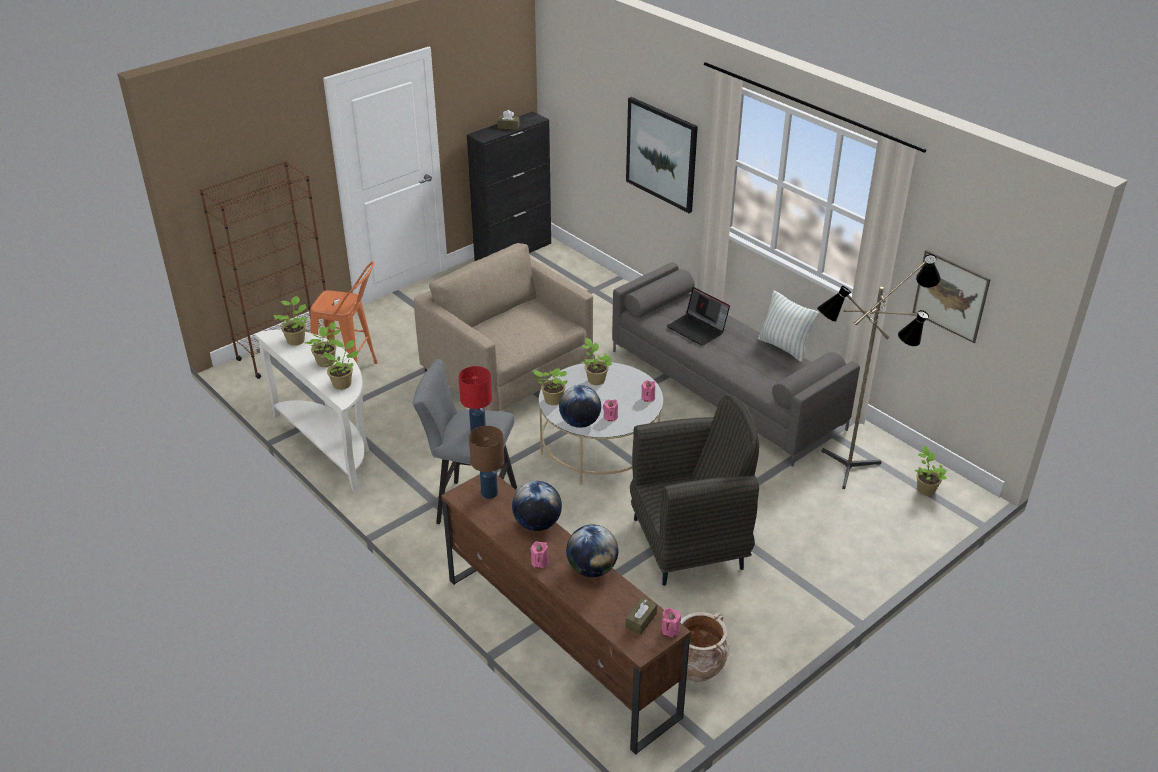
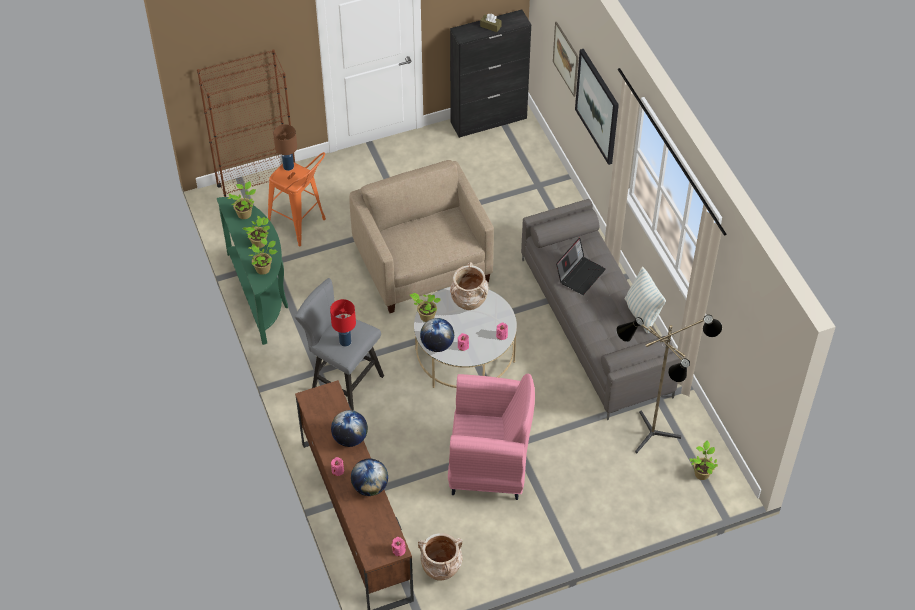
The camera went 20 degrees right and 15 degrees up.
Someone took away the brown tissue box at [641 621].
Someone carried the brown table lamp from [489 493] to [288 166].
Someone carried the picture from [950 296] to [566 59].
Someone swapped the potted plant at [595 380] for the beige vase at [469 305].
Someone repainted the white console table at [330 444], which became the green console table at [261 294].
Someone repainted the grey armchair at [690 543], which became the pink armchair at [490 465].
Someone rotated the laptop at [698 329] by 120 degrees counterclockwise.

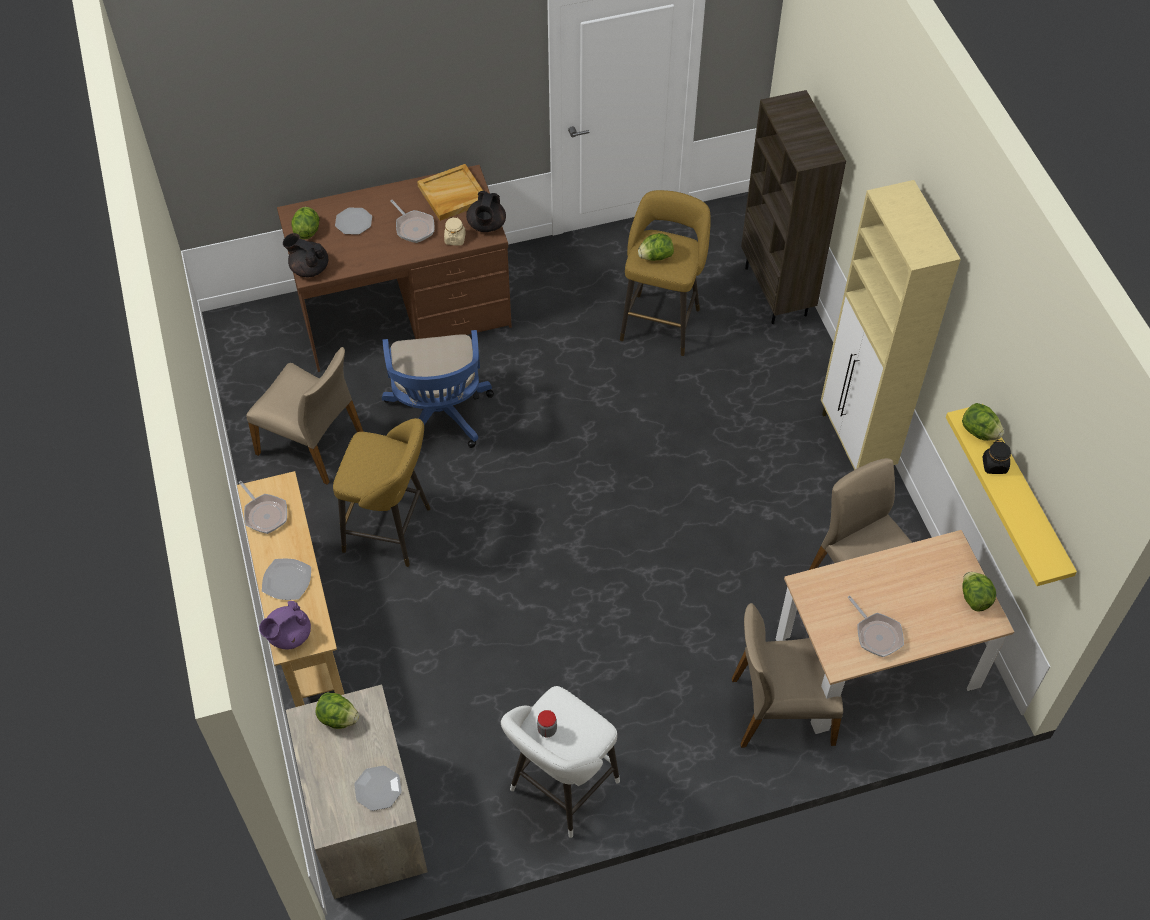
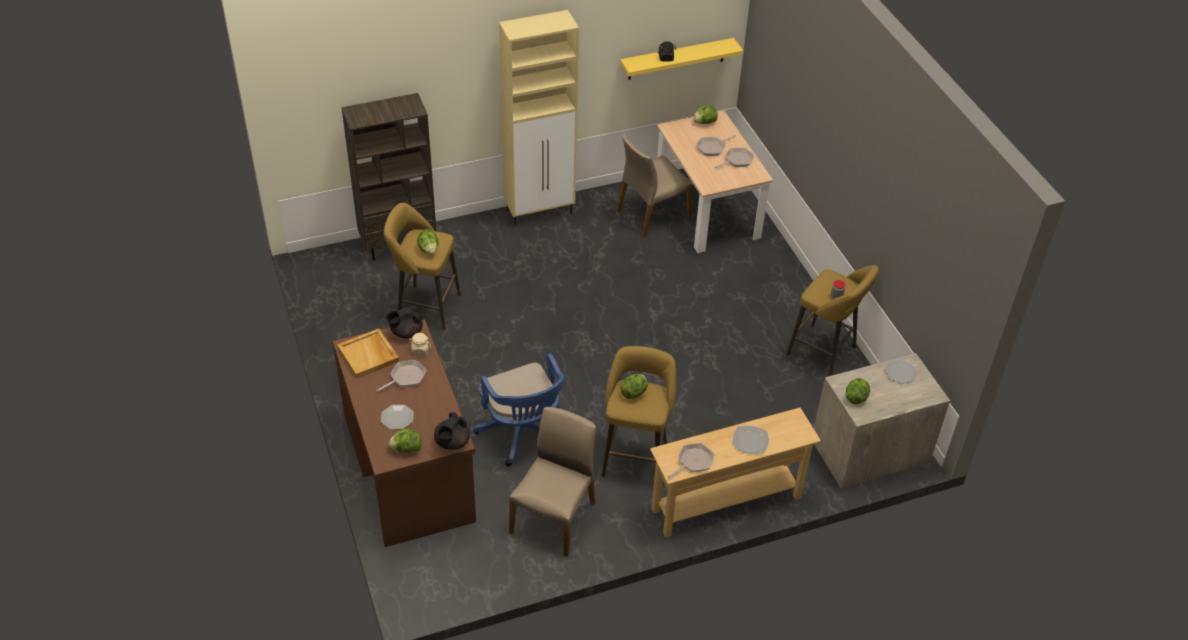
The camera went 95 degrees left and 10 degrees down.
Someone took away the purple teapot at [288 635].
Someone took away the beige chair at [781 709].
Someone put down the frying pan at [712 148].
Someone carried the lettuce from [979 432] to [634 393].
Someone repainted the white stool at [560 790], which became the yellow stool at [825 353].
Someone rotated the blue office chair at [439 417] by 75 degrees clockwise.
Someone rotated the black teapot at [486 225] by 150 degrees clockwise.

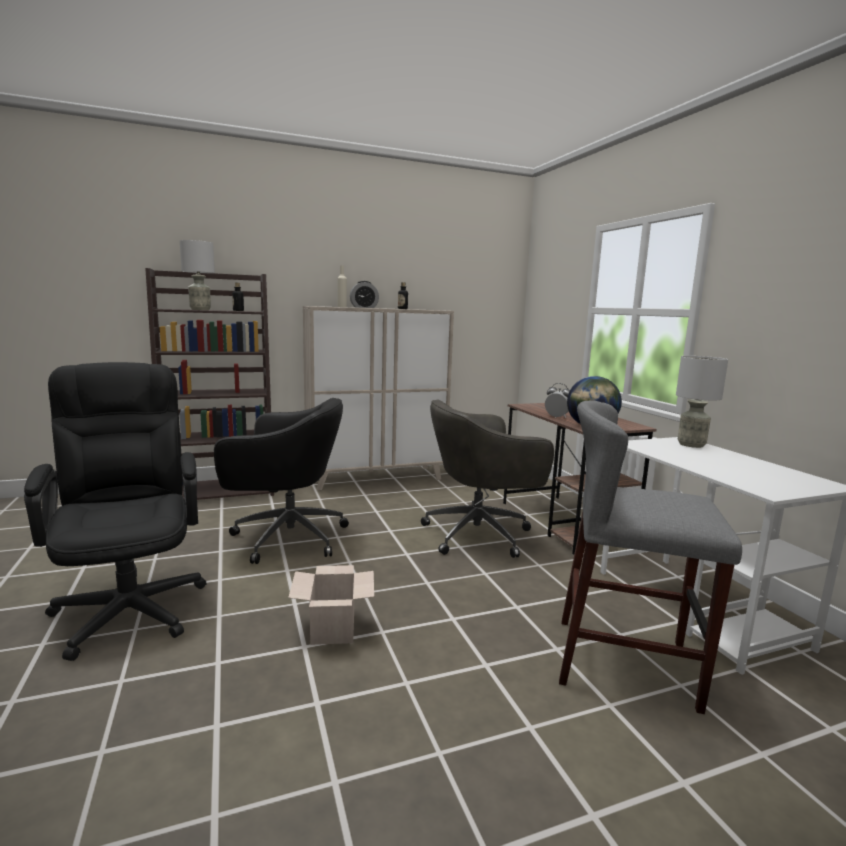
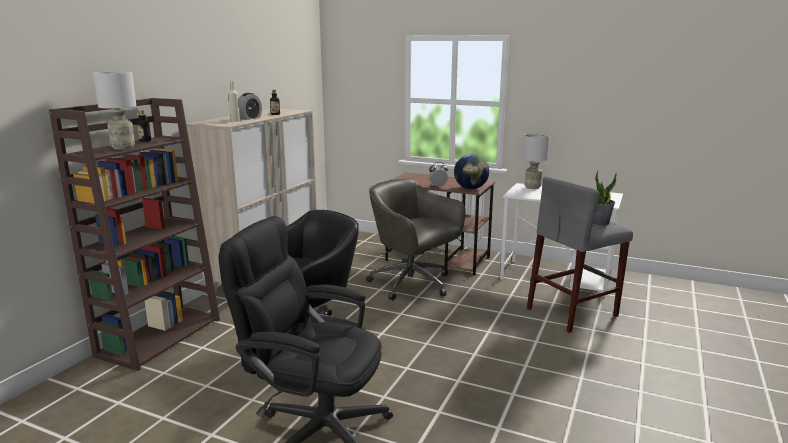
The camera went 45 degrees left and 5 degrees up.
Someone took away the cardboard box at [334 629].
Someone put down the potted plant at [599 222].
Someone rotated the grey office chair at [480 534] by 105 degrees clockwise.

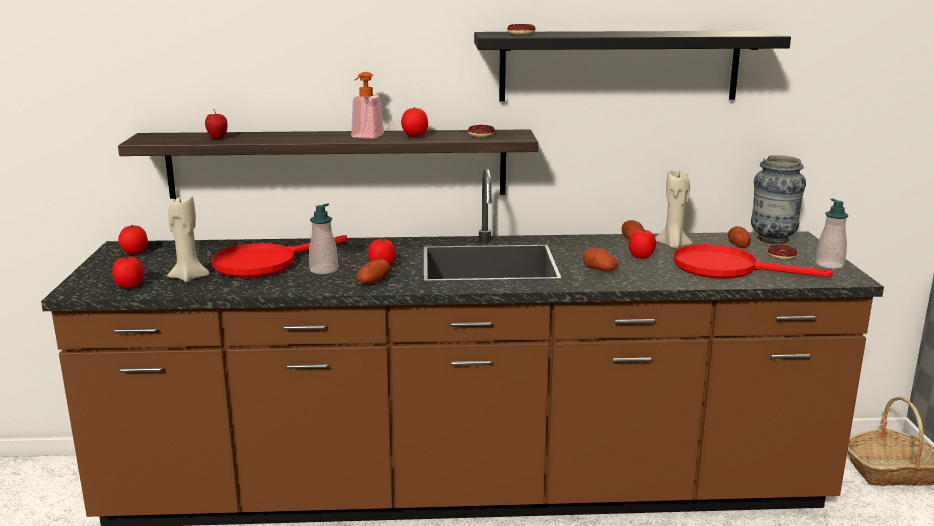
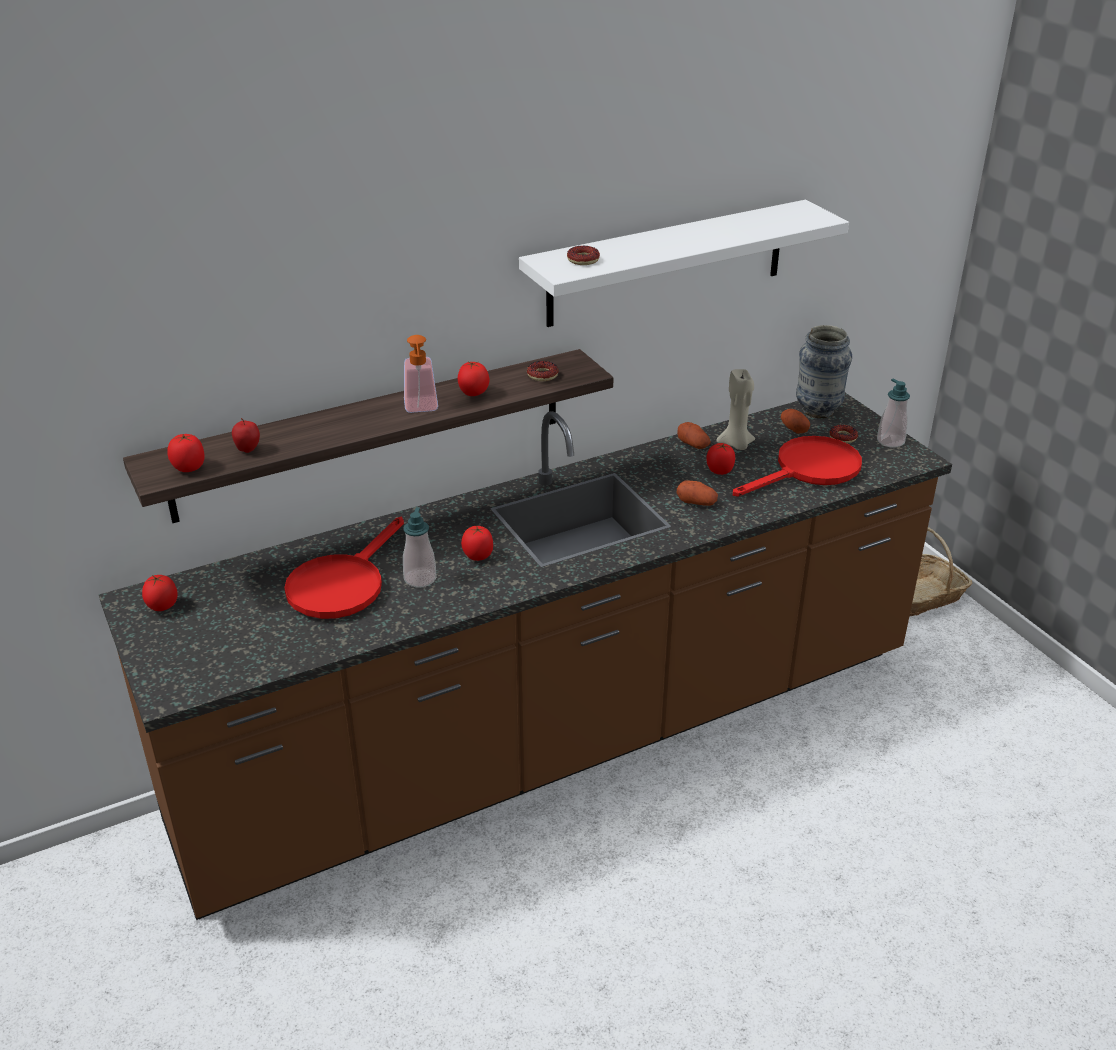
The camera went 25 degrees left and 15 degrees up.
Someone took away the beige candle at [189 277].
Someone took away the potato at [373 281].
Someone carried the tomato from [130 286] to [189 468].
Someone repainted the black shelf at [619 66], which became the white shelf at [667 263].
Someone rotated the red frying pan at [727 268] by 150 degrees clockwise.

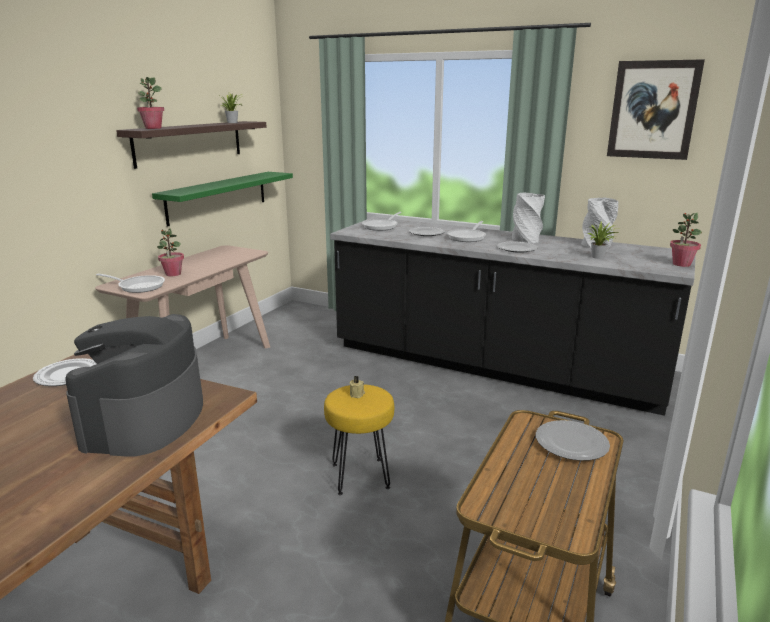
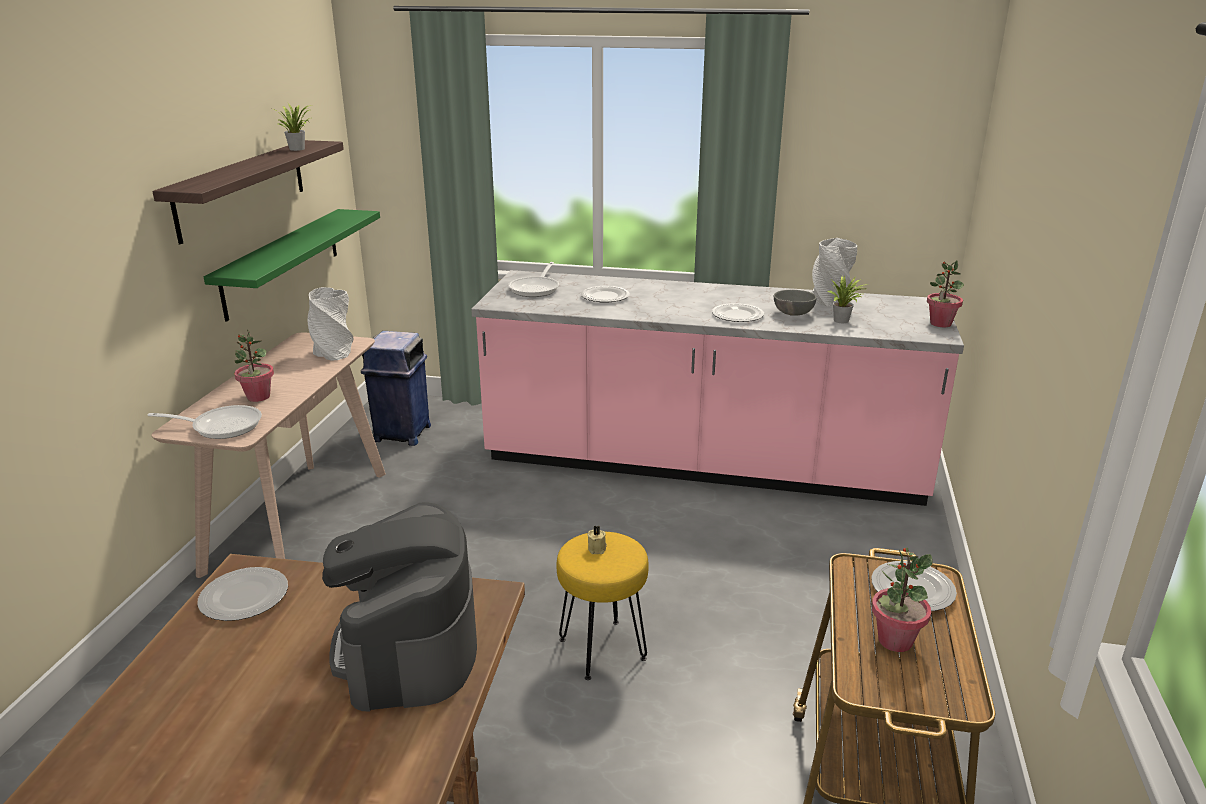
The camera went 15 degrees left and 5 degrees up.
Someone took away the frying pan at [468 237].
Someone took away the picture at [653 110].
Someone put down the blue trash can at [402 434].
Someone put down the grey bowl at [792 314].
Someone carried the potted plant from [153 128] to [894 640].
Someone carried the grey vase from [525 239] to [333 352].
Someone repainted the black counter at [493 366], which became the pink counter at [703 463].

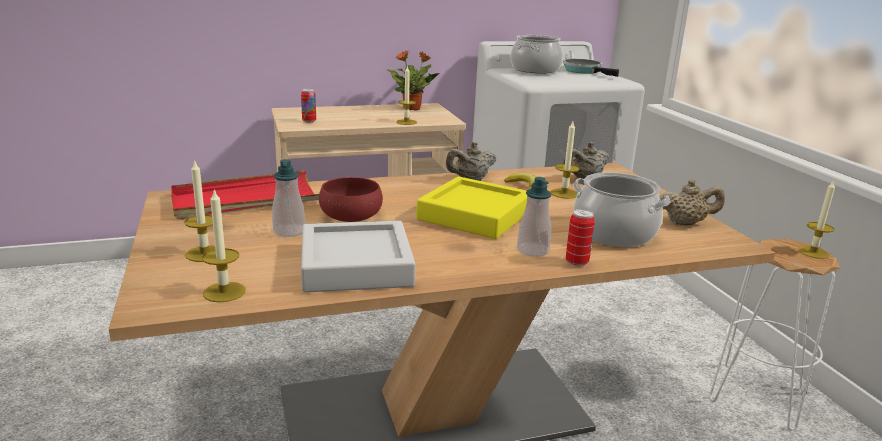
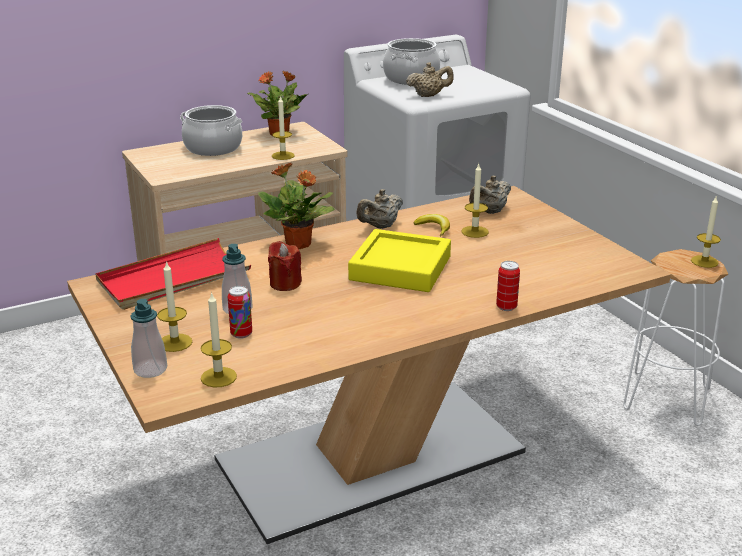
The camera went 10 degrees left and 5 degrees up.
Someone took away the grey tray at [356 265].
Someone took away the frying pan at [584 71].
Someone put down the potted plant at [299 245].
Someone carried the can from [309 121] to [241 334].
Someone carried the soap dispenser from [533 250] to [150 370].
Someone carried the cooking pot from [614 233] to [213 148].
Someone carried the beige teapot from [685 223] to [429 96].
Someone swapped the red bowl at [350 215] for the red candle at [285 284].

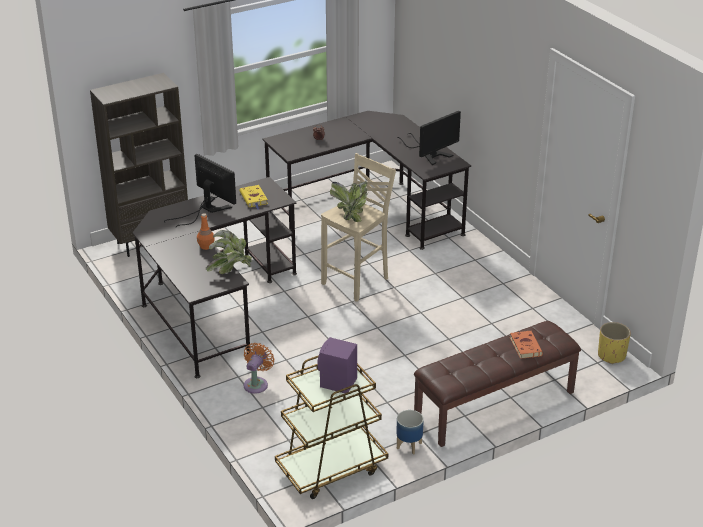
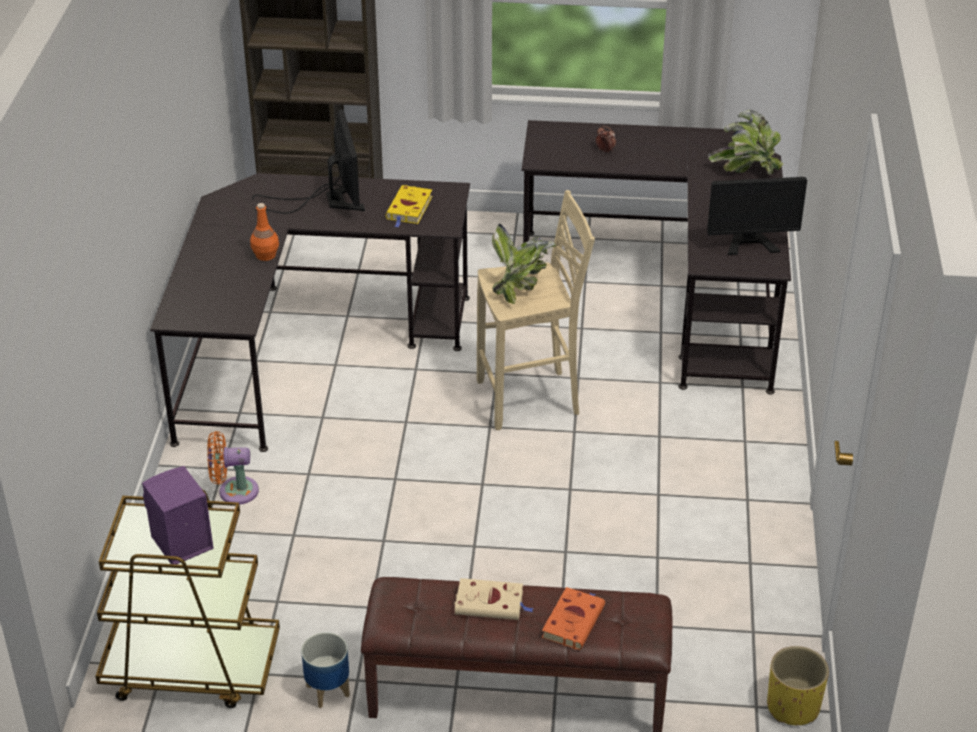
The camera went 35 degrees right and 5 degrees up.
Someone put down the beige book at [491 603].
Someone carried the potted plant from [230 269] to [746 169].
Someone rotated the orange fan at [257 383] by 150 degrees counterclockwise.

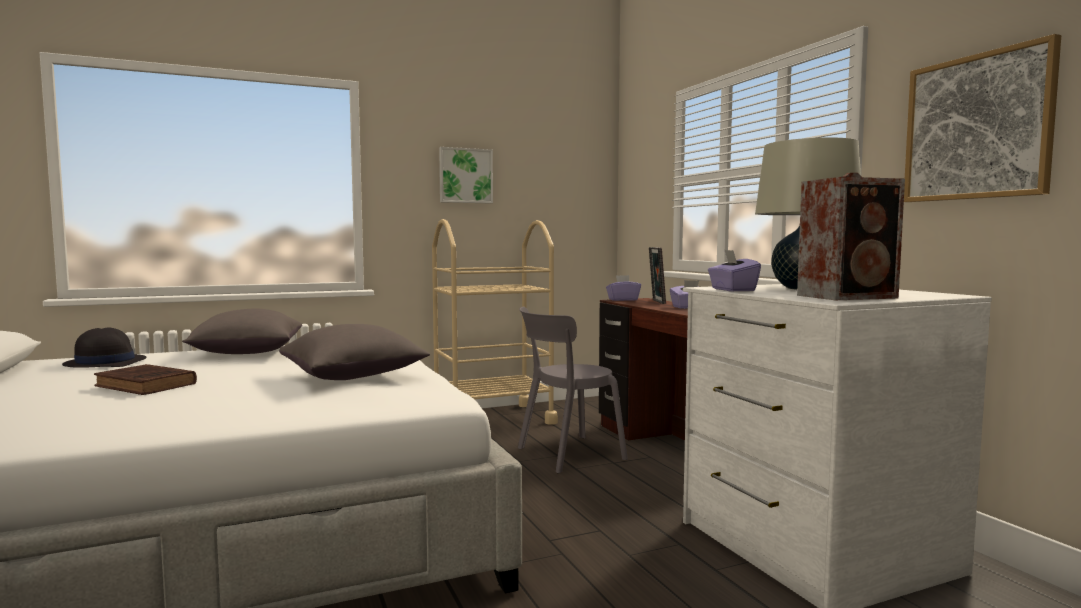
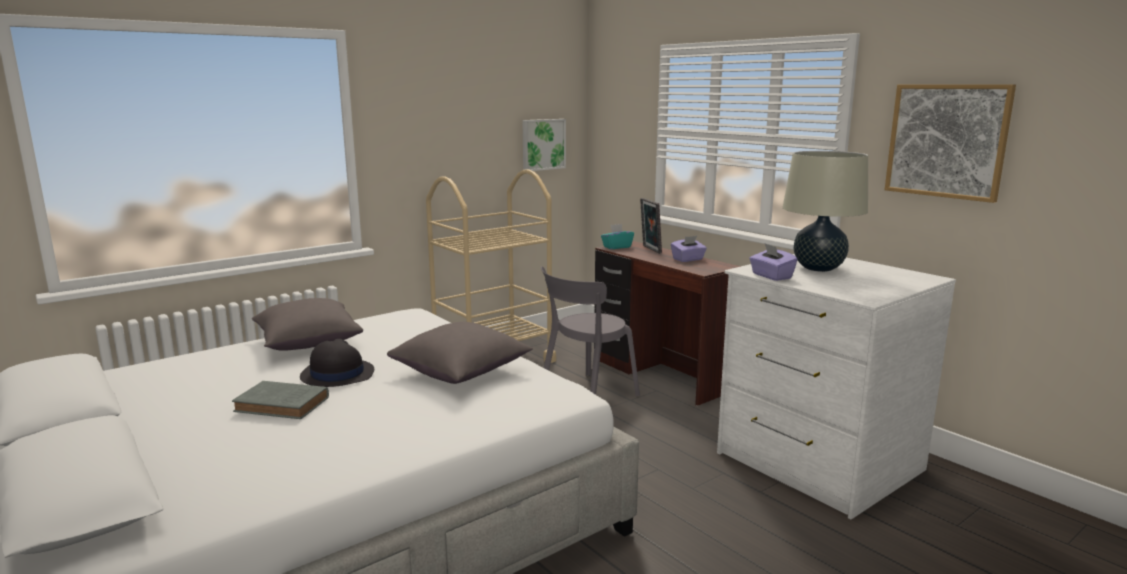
The camera went 15 degrees left and 10 degrees up.
Someone took away the speaker at [849 297].
Someone carried the black hat from [105 362] to [337 374].
Someone carried the picture from [465 176] to [542 144].
Someone repainted the brown book at [147 385], which became the grey book at [284 405].
Someone repainted the purple tissue box at [623 300], which became the turquoise tissue box at [617 247].

